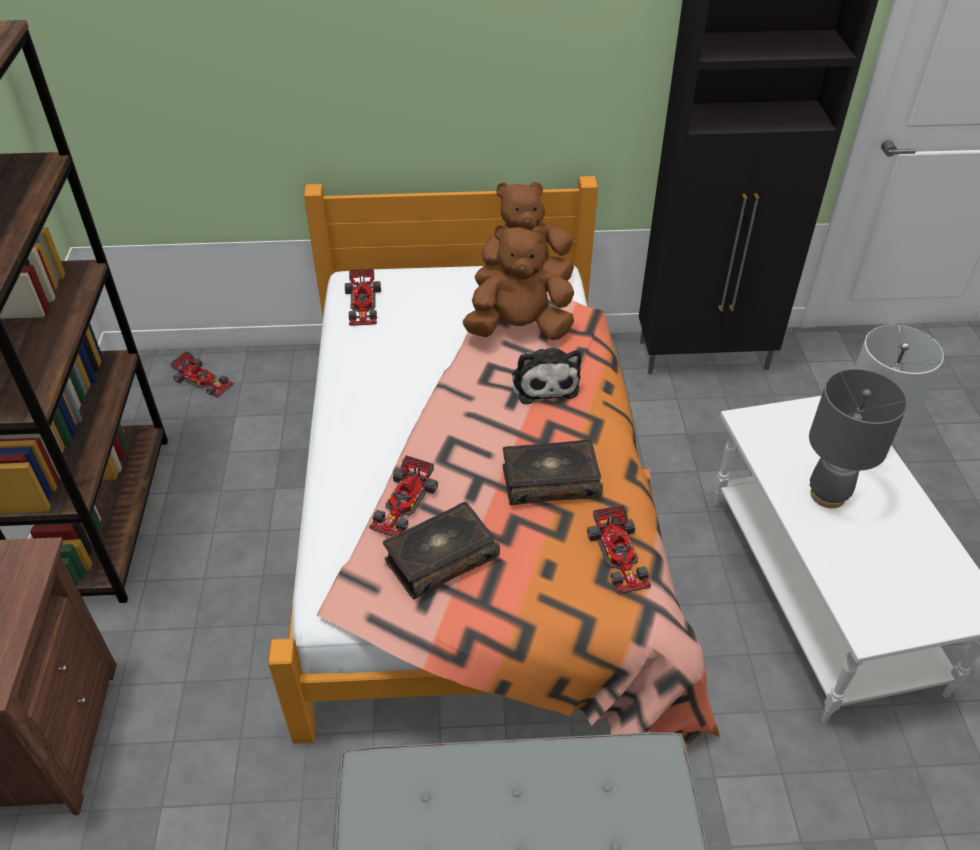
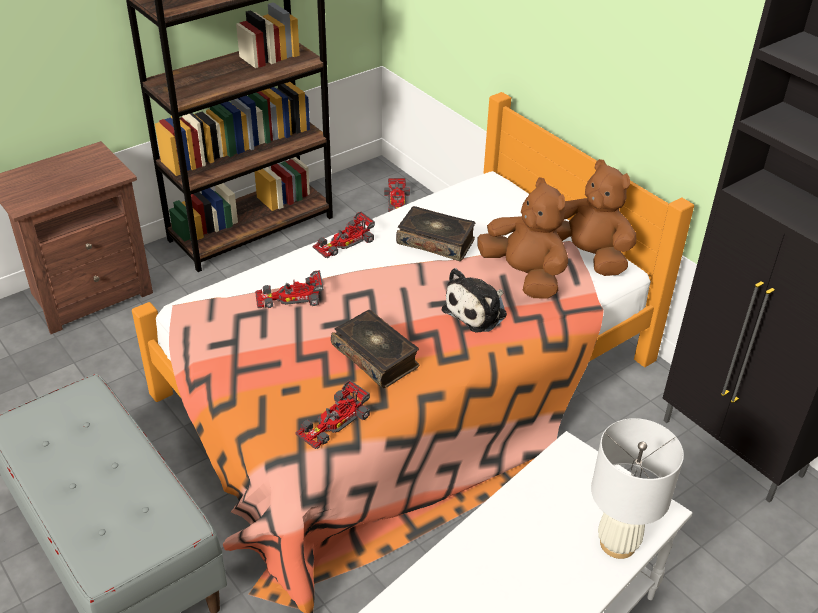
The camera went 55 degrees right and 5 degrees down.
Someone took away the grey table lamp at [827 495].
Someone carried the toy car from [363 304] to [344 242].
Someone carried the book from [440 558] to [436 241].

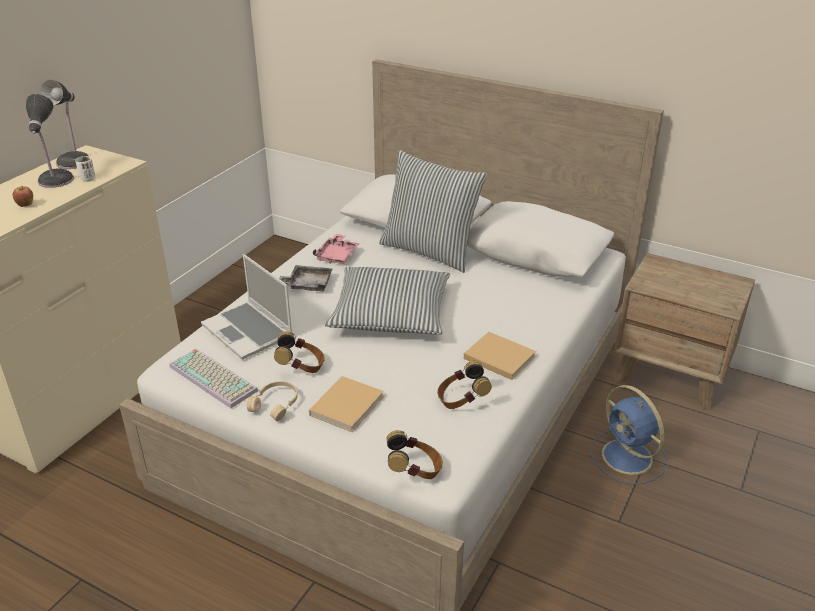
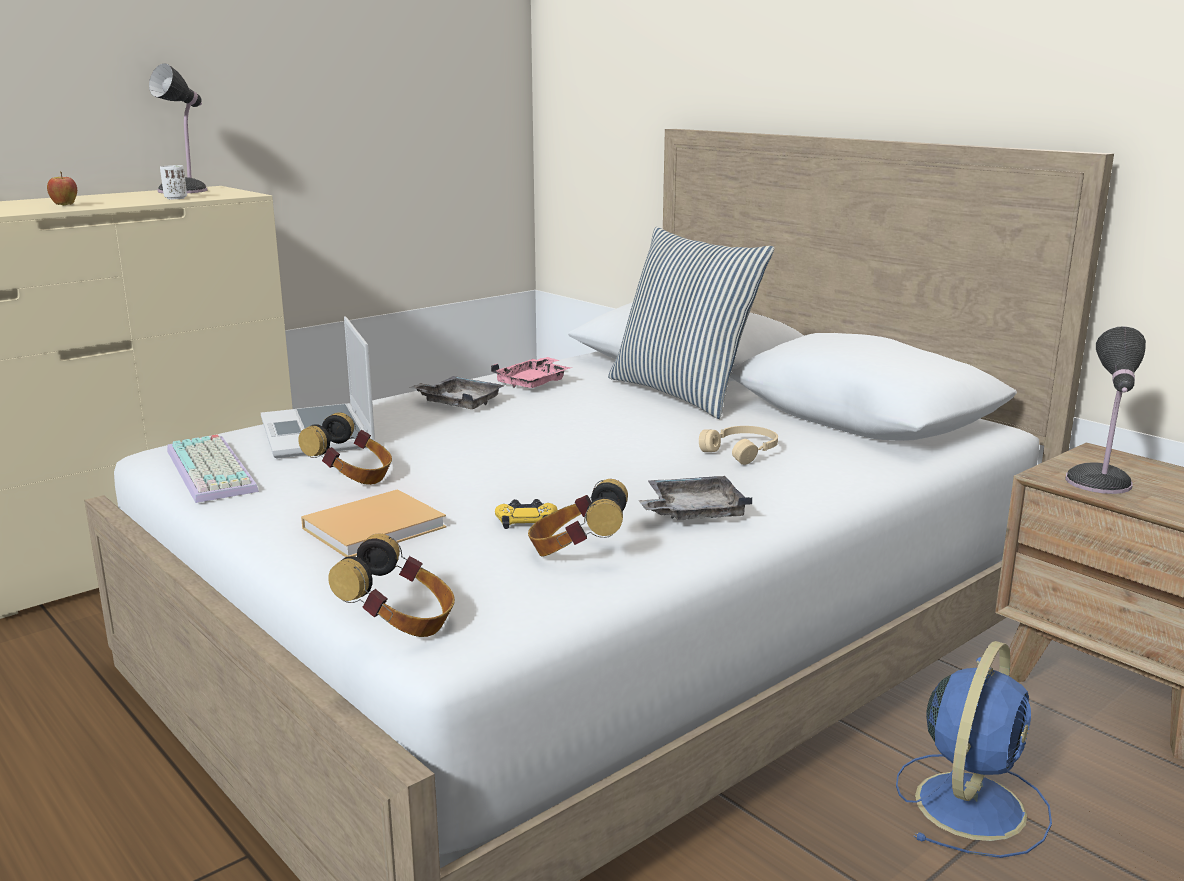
The camera went 20 degrees right and 15 degrees down.
Someone took away the pillow at [390 313].
Someone put down the yellow game controller at [526 521].
Someone carried the table lamp from [55 181] to [1098 483].
Someone carried the beige headphones from [276 404] to [743 452].
Someone swapped the beige book at [497 357] for the grey tray at [693 512].
Someone rotated the blue fan at [628 458] by 135 degrees counterclockwise.

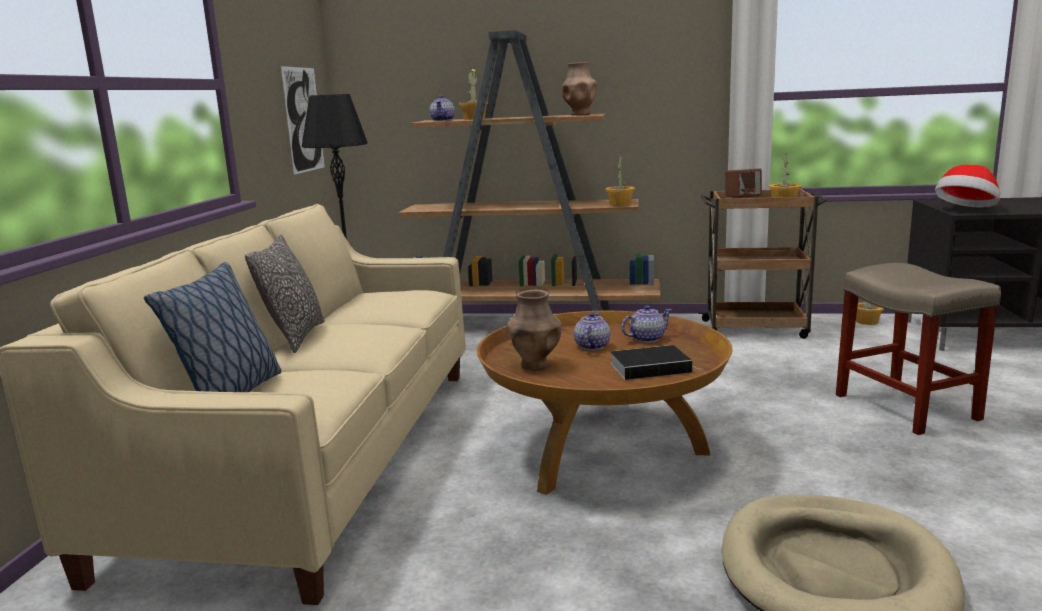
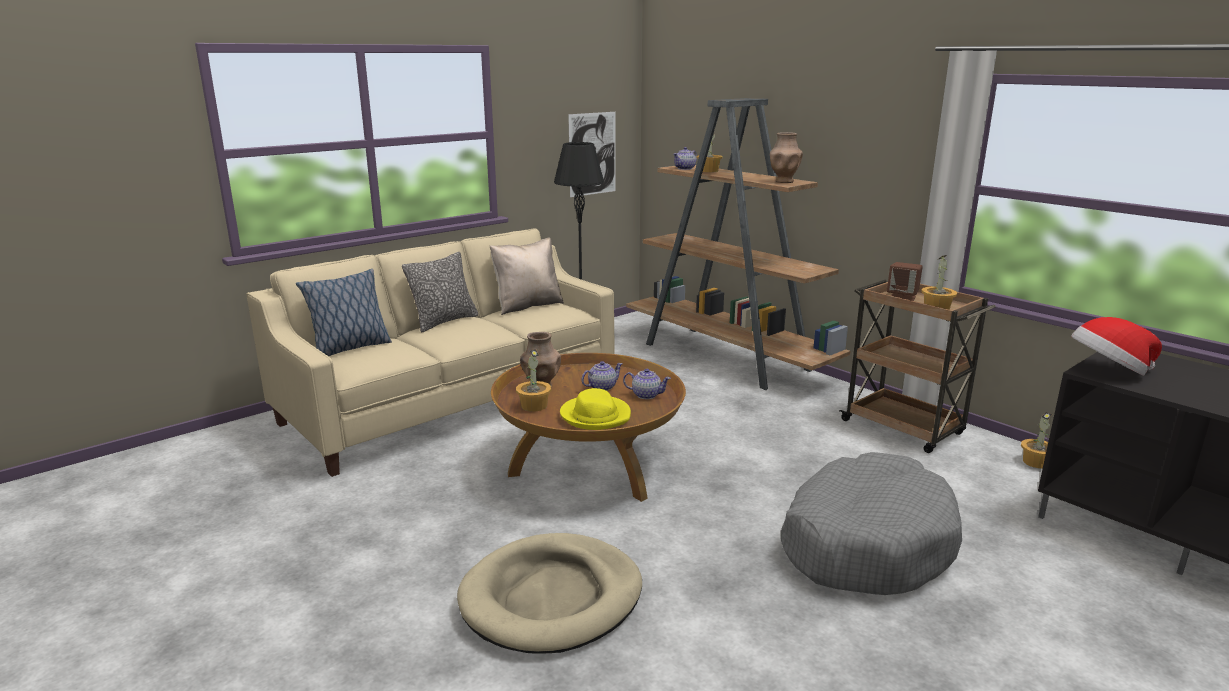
The camera went 40 degrees right and 5 degrees up.
Someone put down the beige pillow at [527 306].
Someone carried the potted plant from [619 204] to [534 405].
Someone swapped the book at [652 367] for the yellow hat at [595 415].
Someone swapped the beige stool at [908 407] for the grey dog bed at [865 543].

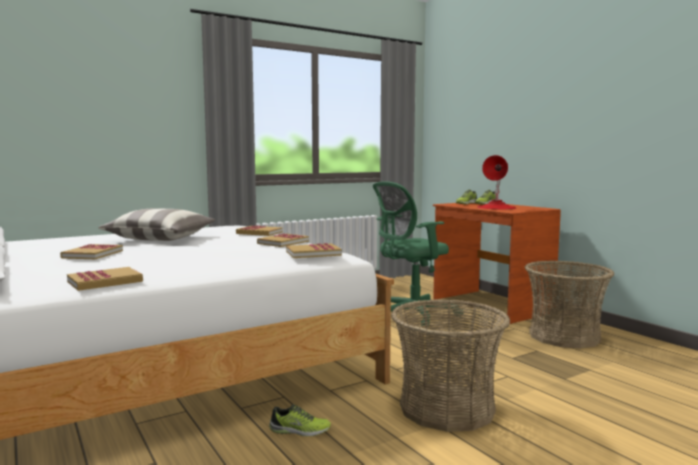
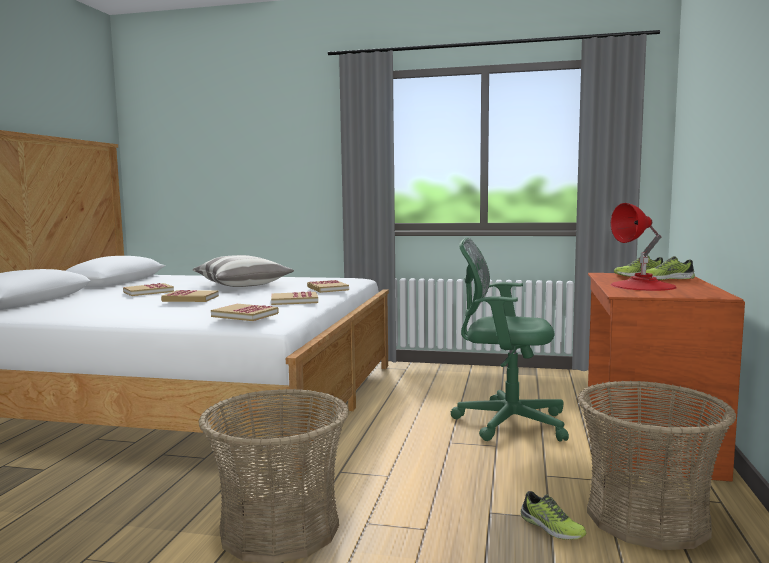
The camera went 45 degrees right and 0 degrees up.
Someone carried the book from [105 281] to [190 298].
Someone carried the shoe from [299 430] to [551 527].

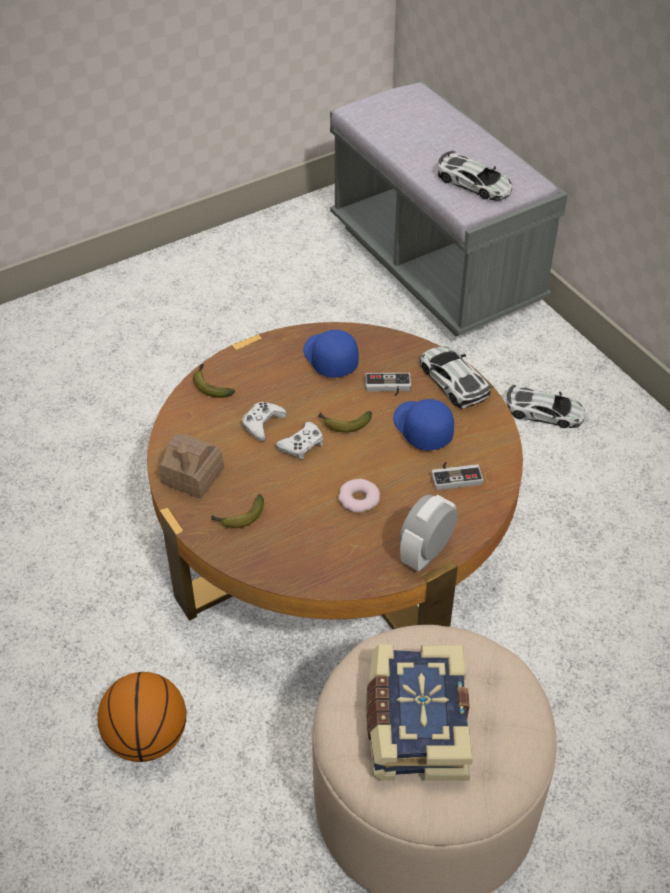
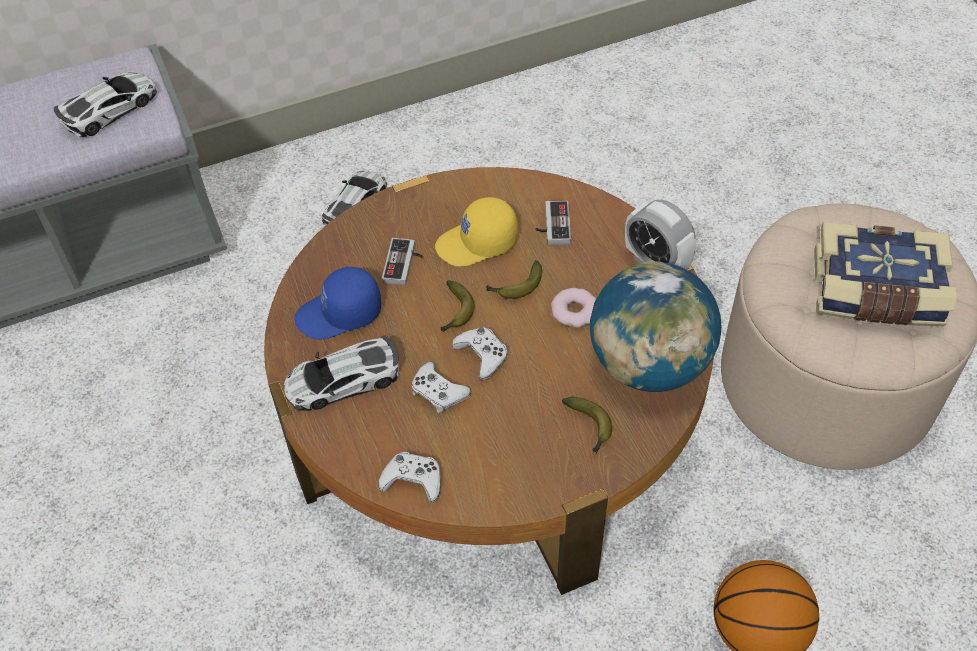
The camera went 80 degrees left and 5 degrees up.
Someone took away the toy house at [192 476].
Someone put down the white game controller at [413 480].
Someone put down the globe at [649 365].
Someone carried the banana from [210 385] to [516 287].
Someone carried the toy car from [453 381] to [343 380].
Someone repainted the blue cap at [421 429], which became the yellow cap at [477 243].

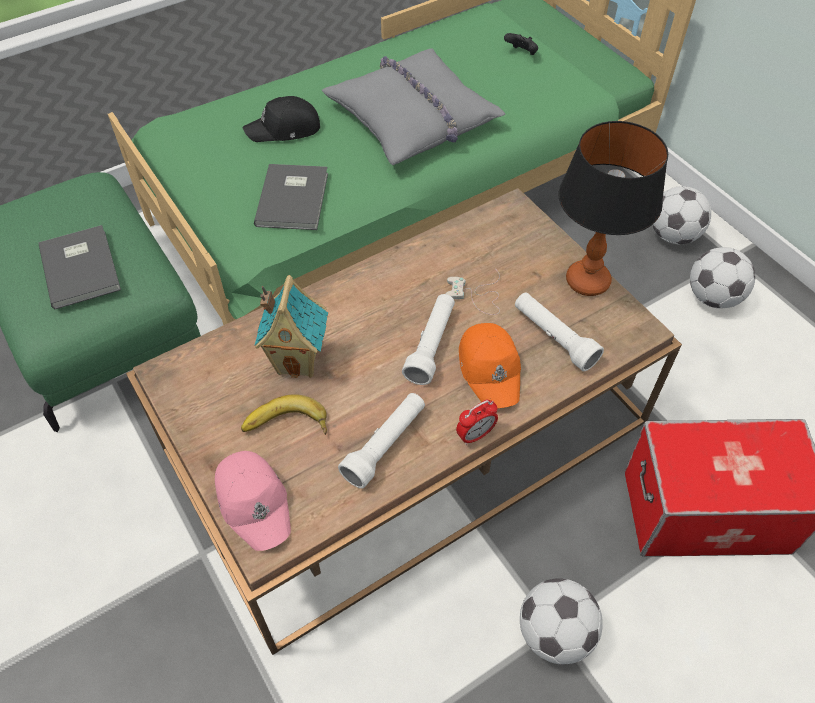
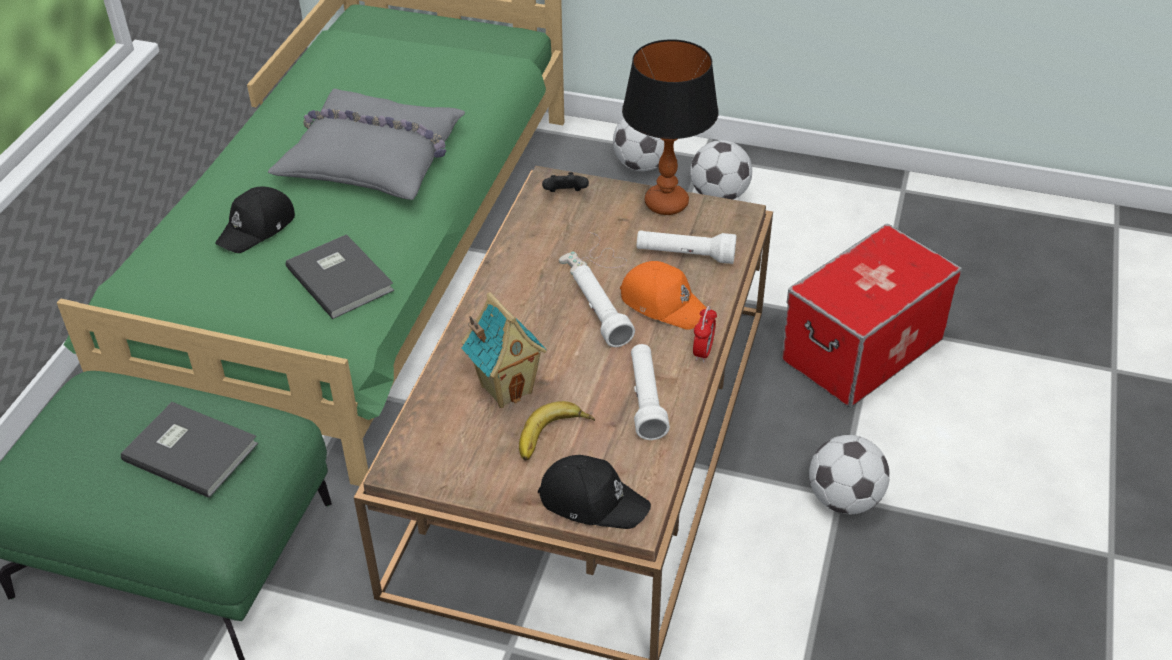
The camera went 40 degrees left and 10 degrees down.
Someone carried the black game controller from [521 53] to [565 195].
Someone repainted the pink cap at [254 502], which became the black cap at [592 500].

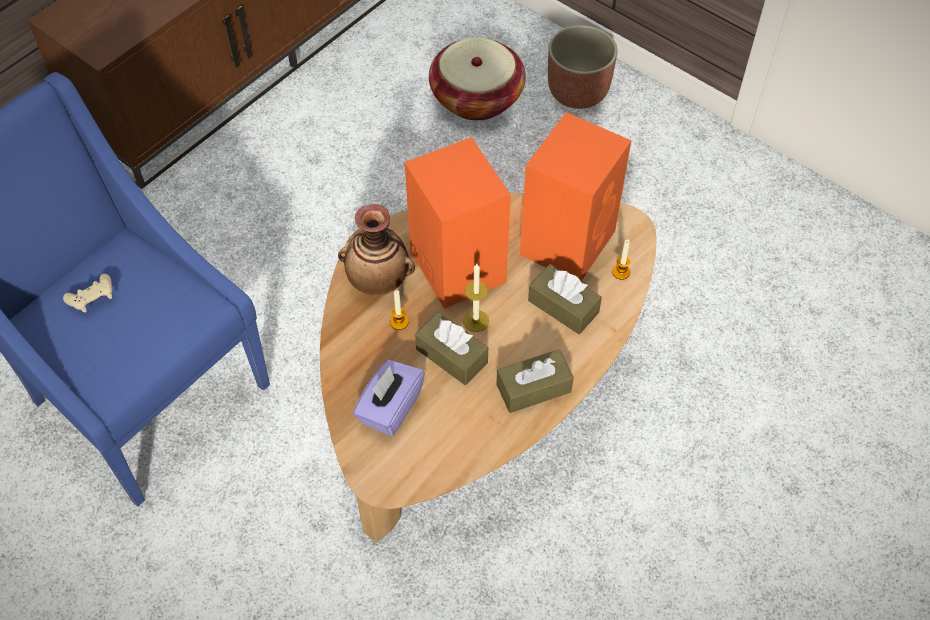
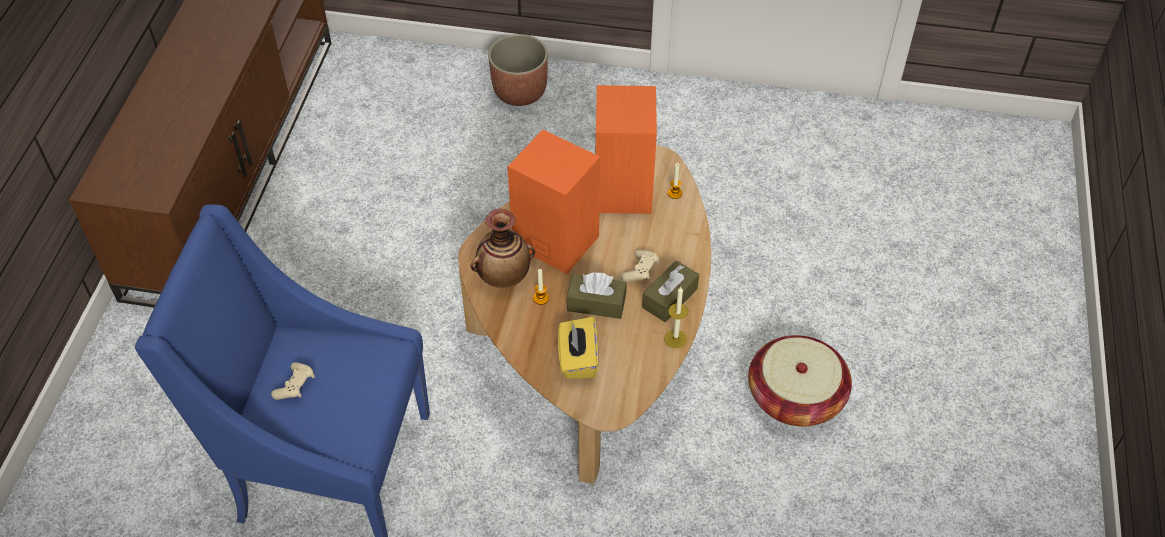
The camera went 30 degrees left and 5 degrees down.
Someone took away the brown tissue box at [563 306].
Someone put down the beige game controller at [640 271].
Someone carried the basket from [476 97] to [795 397].
Someone carried the candle from [475 321] to [675 339].
Someone repainted the purple tissue box at [390 408], which became the yellow tissue box at [578 359].

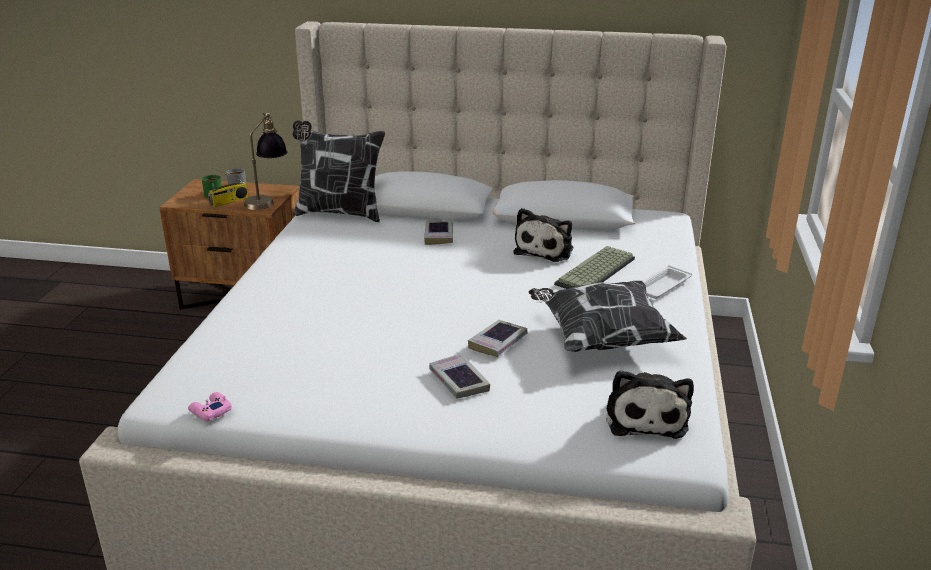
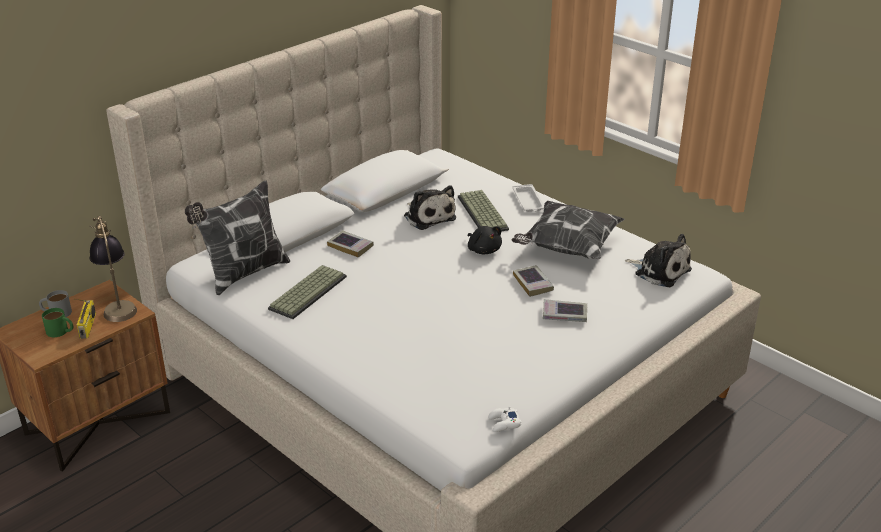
The camera went 55 degrees left and 5 degrees up.
Someone put down the keyboard at [307 292].
Someone put down the black plush toy at [483 250].
Someone repainted the pink game controller at [210 411], which became the white game controller at [504 423].

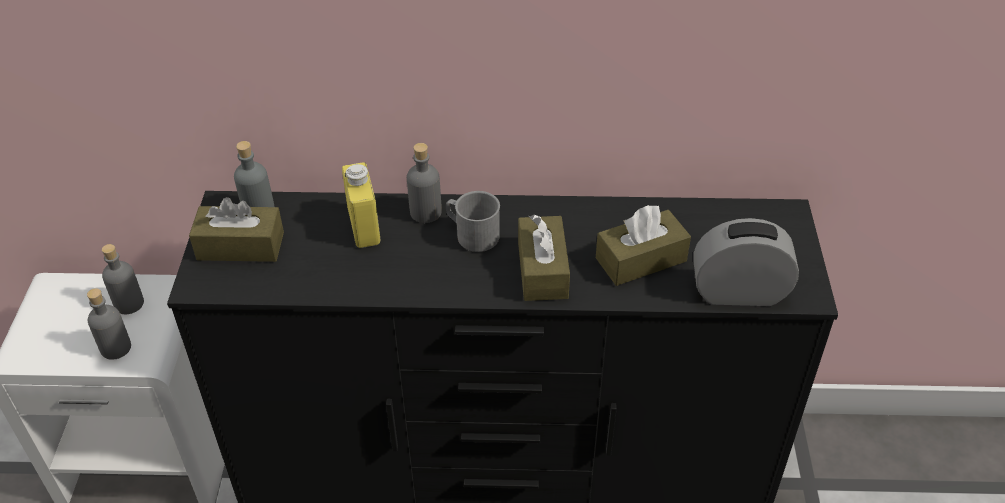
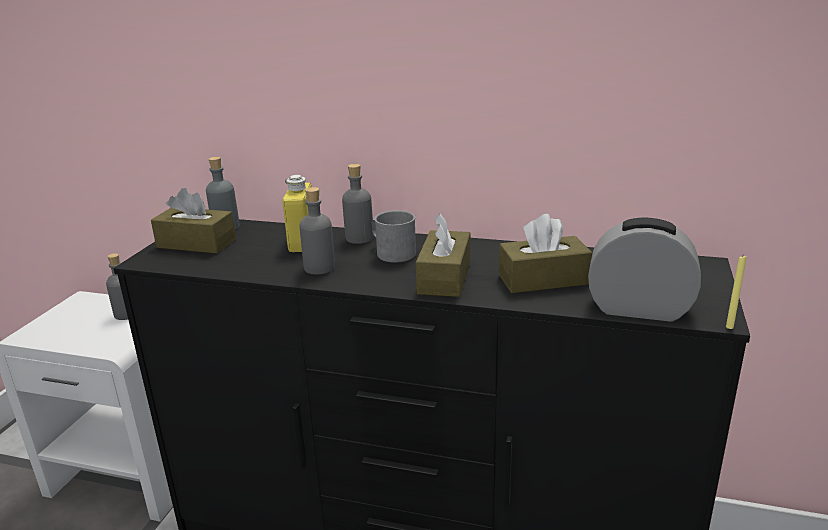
The camera went 15 degrees right and 20 degrees down.
Someone put down the yellow candle at [729 327].
Someone carried the grey bottle from [116 348] to [319 268].

